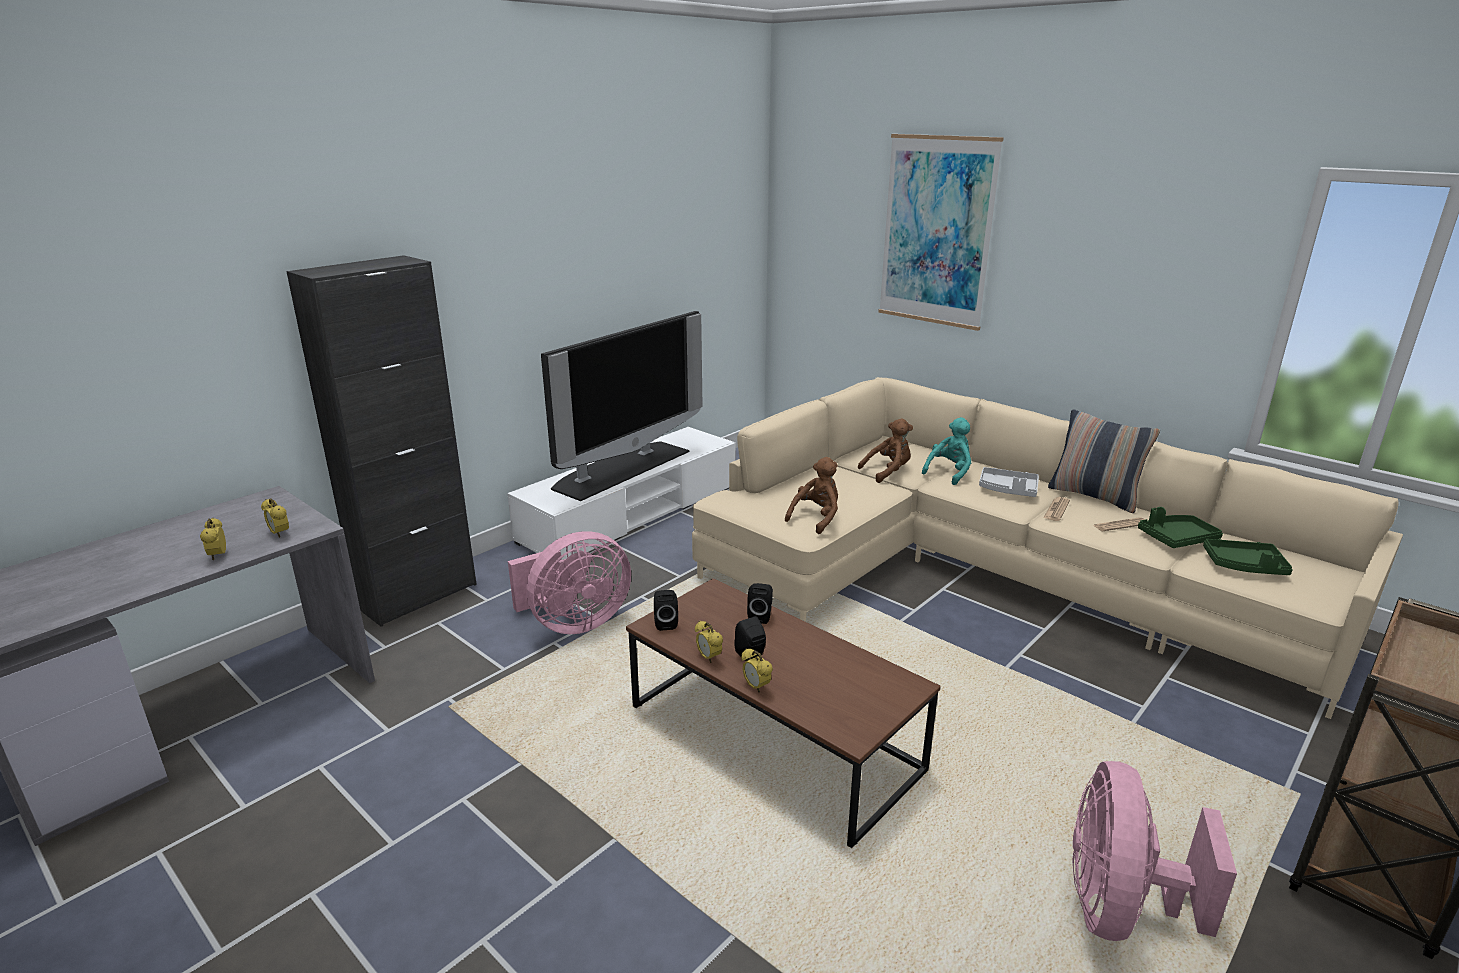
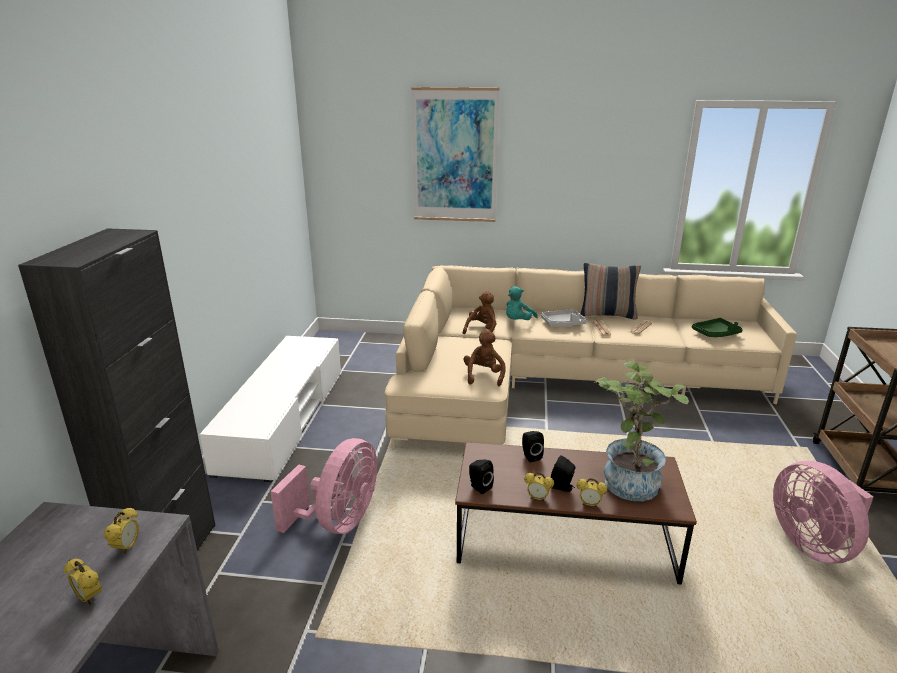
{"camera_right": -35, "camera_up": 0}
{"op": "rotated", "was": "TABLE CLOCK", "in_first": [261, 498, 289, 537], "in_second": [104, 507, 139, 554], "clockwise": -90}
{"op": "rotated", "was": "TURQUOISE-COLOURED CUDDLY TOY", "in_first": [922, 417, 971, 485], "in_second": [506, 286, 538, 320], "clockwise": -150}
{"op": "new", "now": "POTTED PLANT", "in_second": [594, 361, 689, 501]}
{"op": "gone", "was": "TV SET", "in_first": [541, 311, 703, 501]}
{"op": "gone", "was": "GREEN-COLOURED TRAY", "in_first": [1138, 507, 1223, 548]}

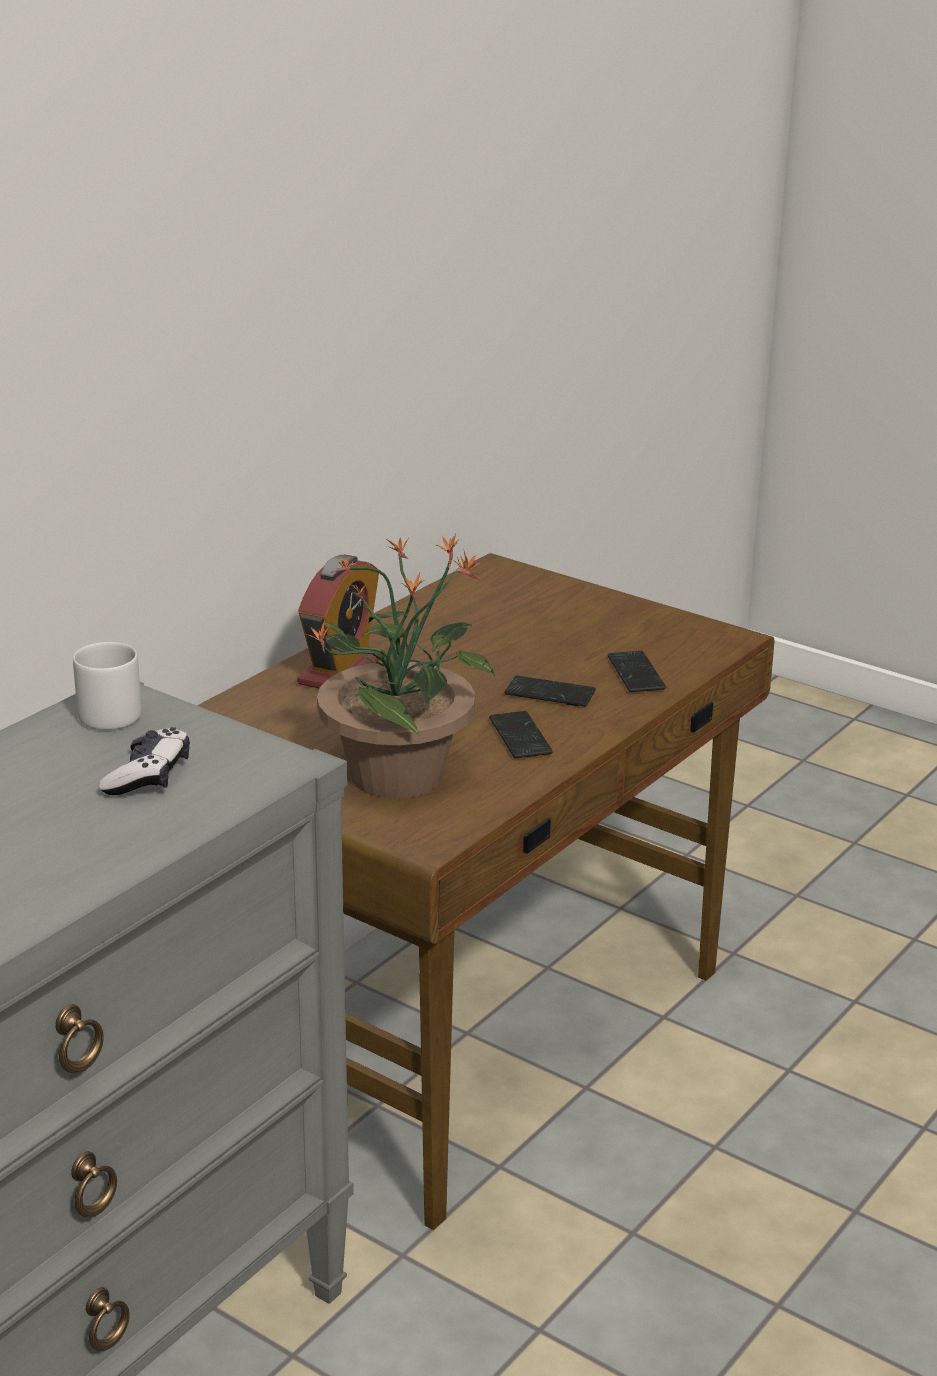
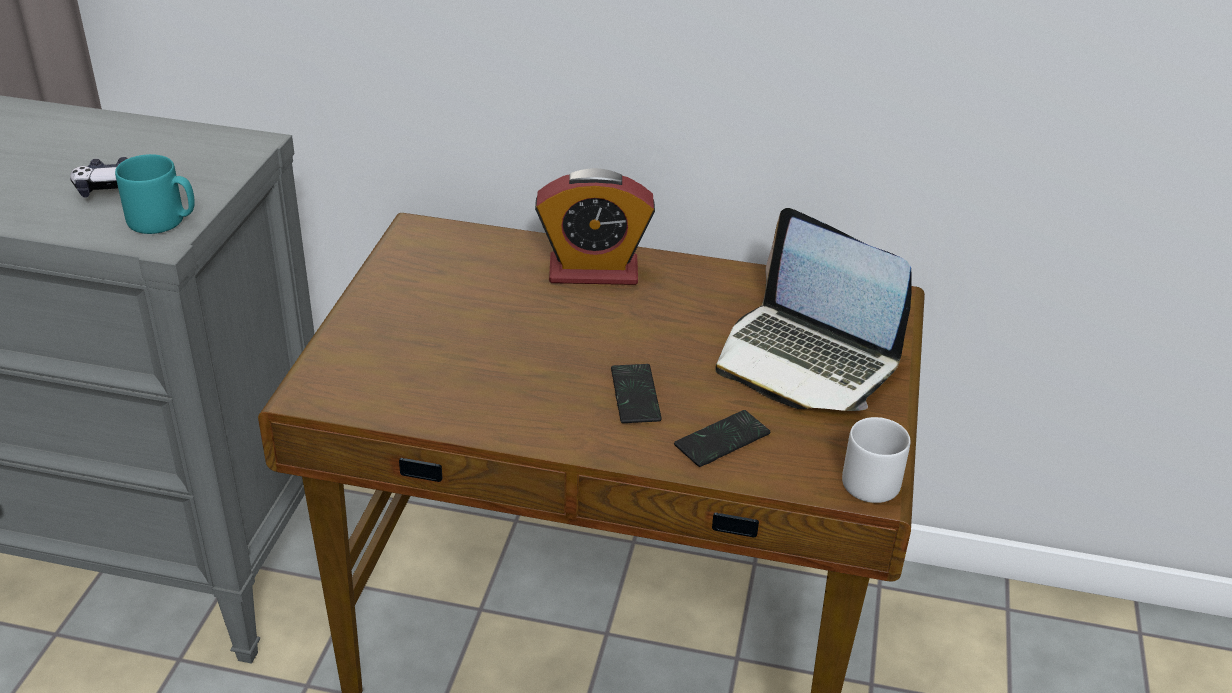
{"camera_right": 65, "camera_up": 10}
{"op": "new", "now": "TURQUOISE-COLOURED TEA MUG", "in_second": [115, 154, 195, 234]}
{"op": "new", "now": "LAPTOP", "in_second": [716, 208, 912, 411]}
{"op": "shifted", "was": "GREY TEA MUG", "in_first": [73, 642, 142, 730], "in_second": [842, 417, 910, 503]}
{"op": "gone", "was": "POTTED PLANT", "in_first": [306, 534, 496, 798]}
{"op": "gone", "was": "HANDSET", "in_first": [489, 711, 553, 758]}

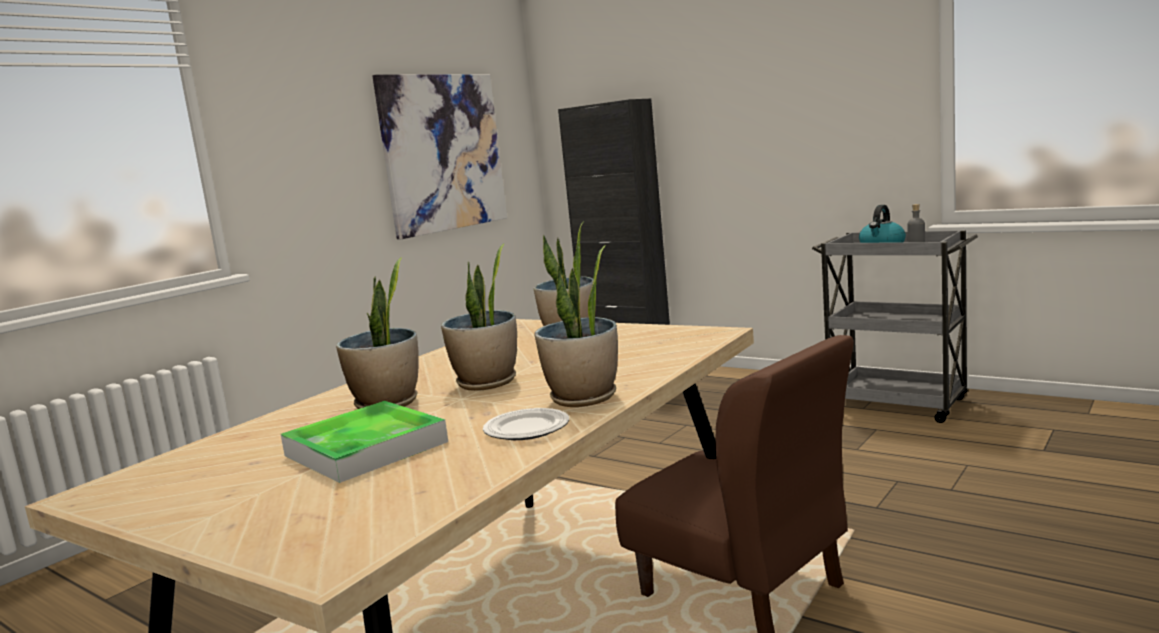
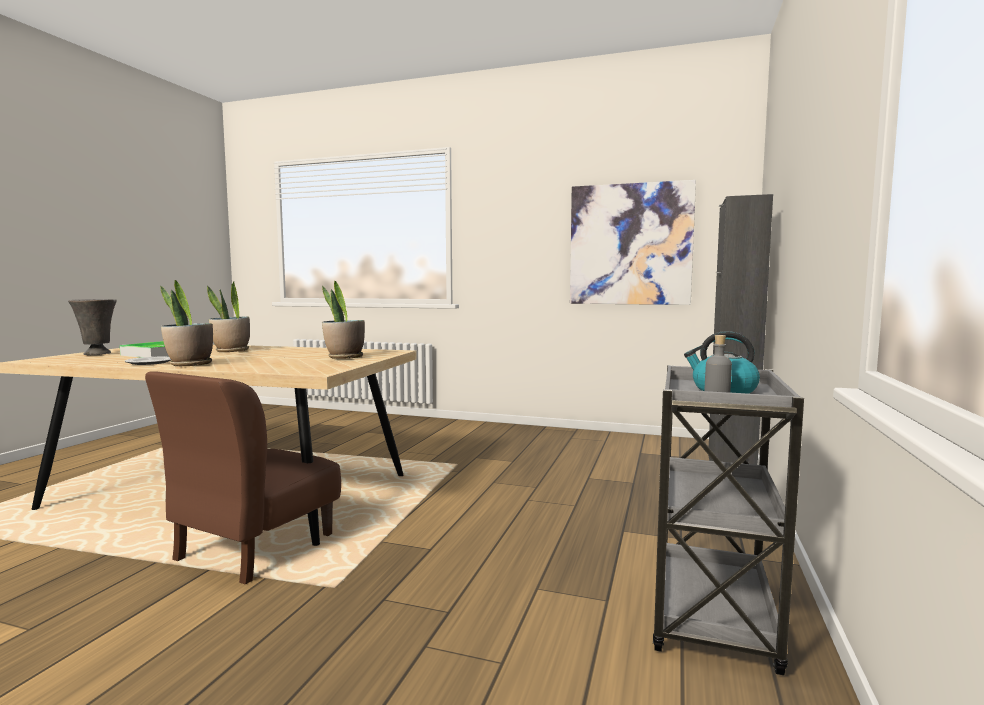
{"camera_right": 70, "camera_up": -5}
{"op": "new", "now": "GREY VASE", "in_second": [68, 299, 117, 355]}
{"op": "gone", "was": "POTTED PLANT", "in_first": [441, 243, 517, 391]}

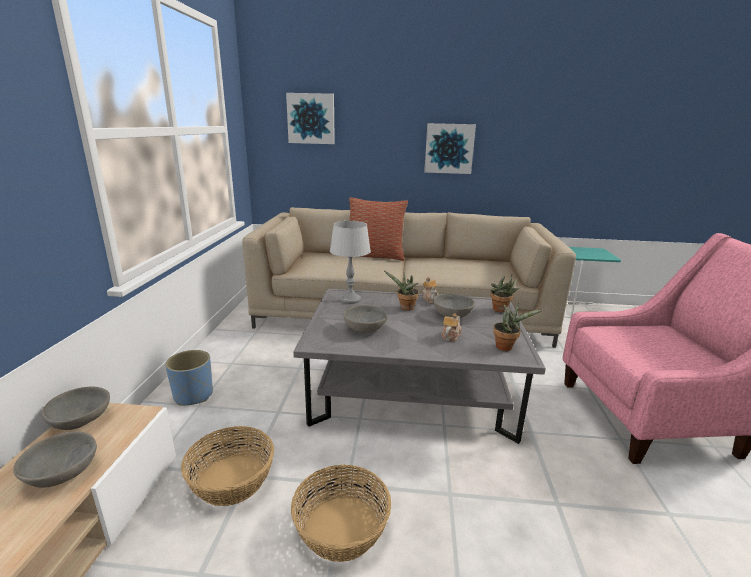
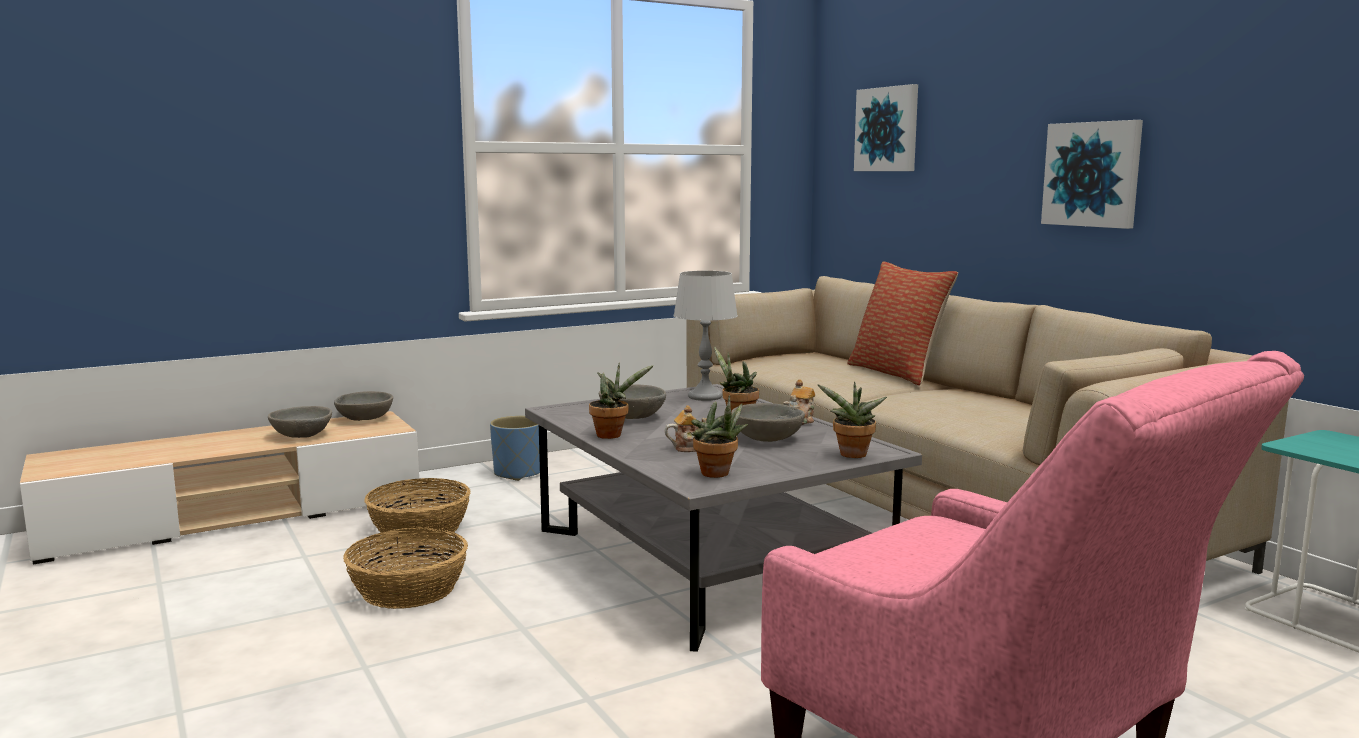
{"camera_right": 55, "camera_up": -10}
{"op": "new", "now": "POTTED PLANT", "in_second": [589, 362, 654, 439]}

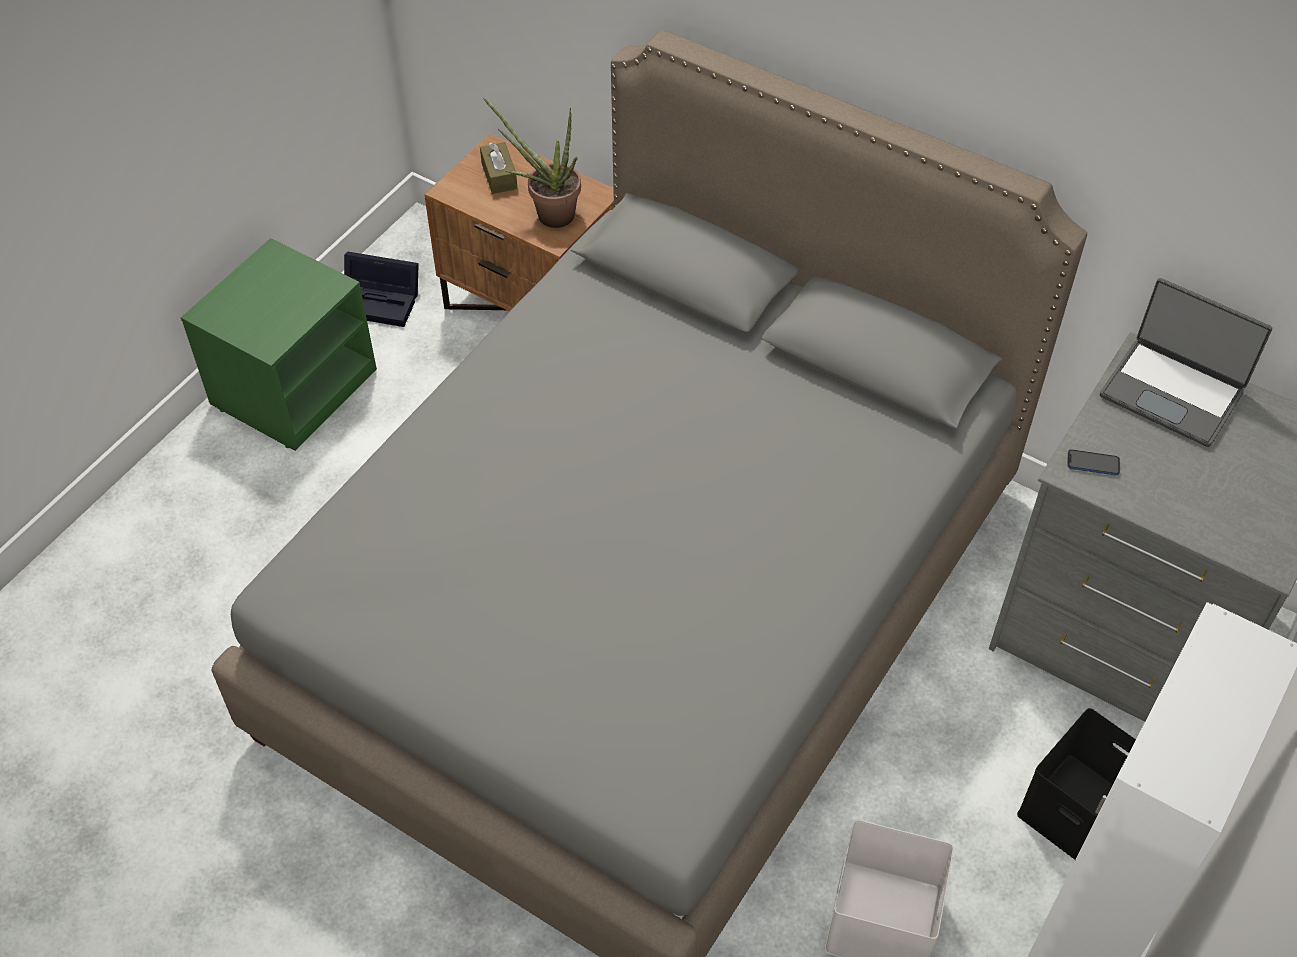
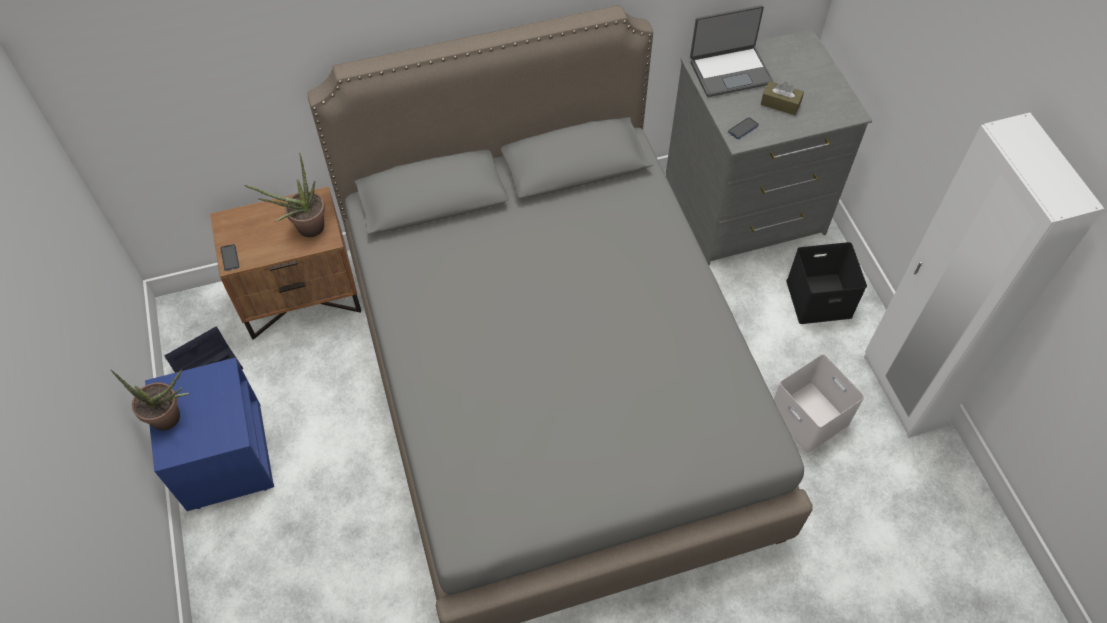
{"camera_right": -50, "camera_up": 5}
{"op": "new", "now": "POTTED PLANT", "in_second": [111, 369, 190, 431]}
{"op": "repainted", "was": "GREEN-COLOURED BEDSIDE TABLE", "now": "BLUE-COLOURED BEDSIDE TABLE", "in_first": [181, 238, 377, 451], "in_second": [145, 357, 274, 511]}
{"op": "new", "now": "HANDSET", "in_second": [220, 244, 240, 271]}
{"op": "shifted", "was": "BROWN BOX OF TISSUES", "in_first": [480, 142, 518, 194], "in_second": [761, 81, 804, 115]}

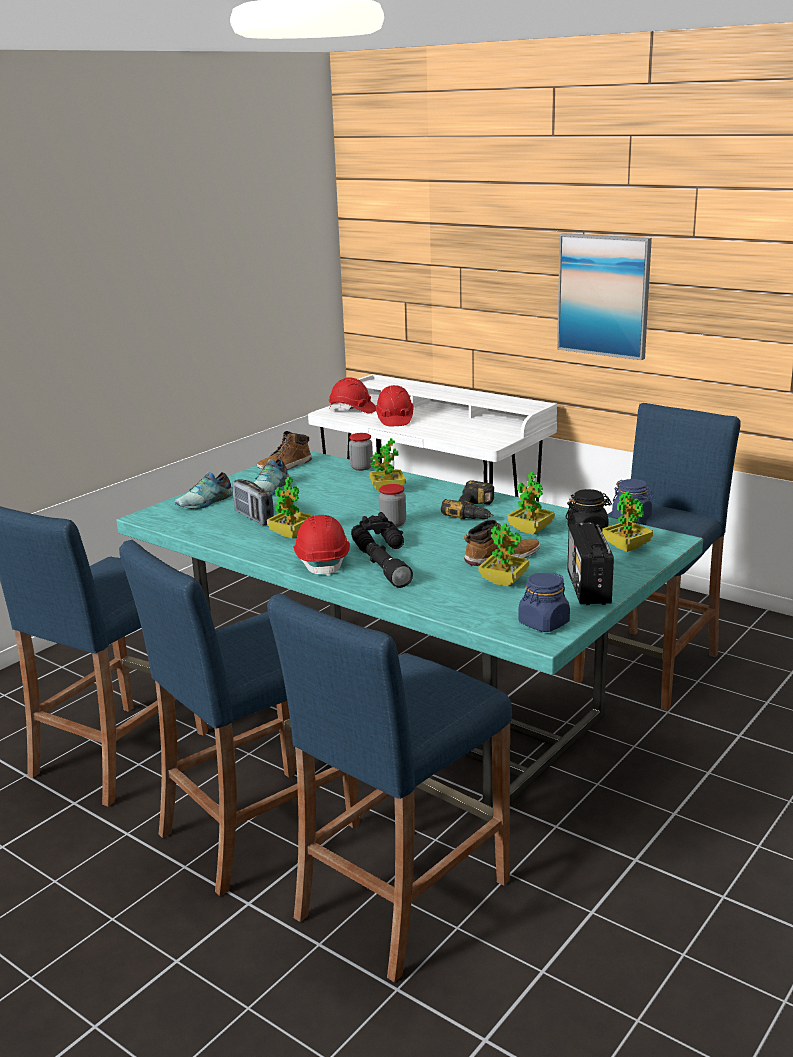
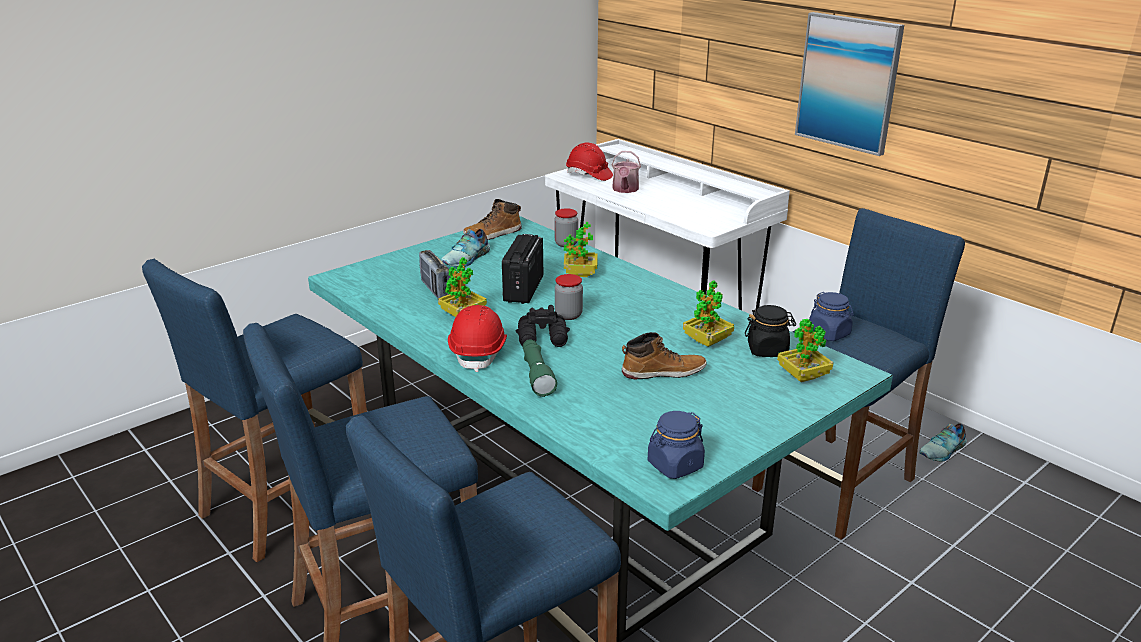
{"camera_right": 10, "camera_up": 5}
{"op": "shifted", "was": "RADIO RECEIVER", "in_first": [568, 523, 614, 605], "in_second": [502, 234, 543, 304]}
{"op": "repainted", "was": "BLACK TORCH", "now": "GREEN-COLOURED TORCH", "in_first": [366, 542, 413, 588], "in_second": [523, 339, 557, 397]}
{"op": "swapped", "was": "RED WORK HELMET", "now": "WATERING CAN", "in_first": [375, 385, 414, 426], "in_second": [611, 151, 641, 193]}
{"op": "shifted", "was": "ITEM OF FOOTWEAR", "in_first": [175, 472, 233, 509], "in_second": [919, 423, 967, 462]}
{"op": "gone", "was": "ELECTRIC DRILL", "in_first": [441, 480, 494, 519]}
{"op": "gone", "was": "POTTED PLANT", "in_first": [478, 523, 529, 587]}

